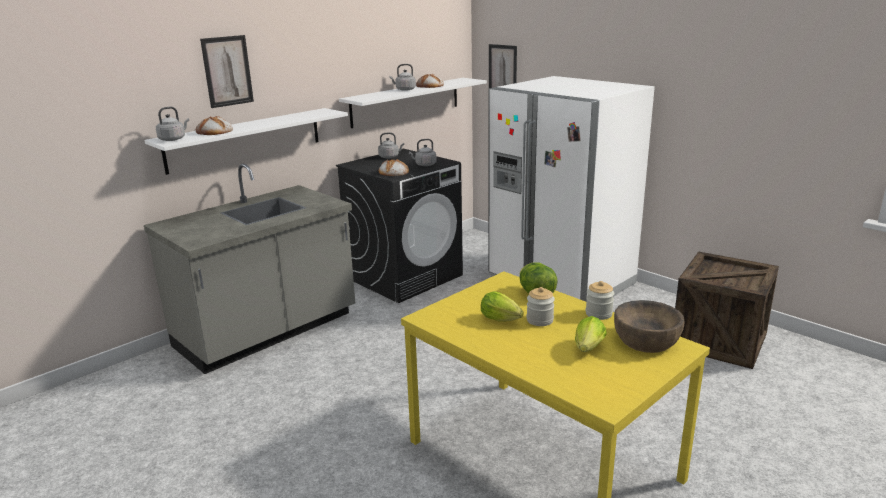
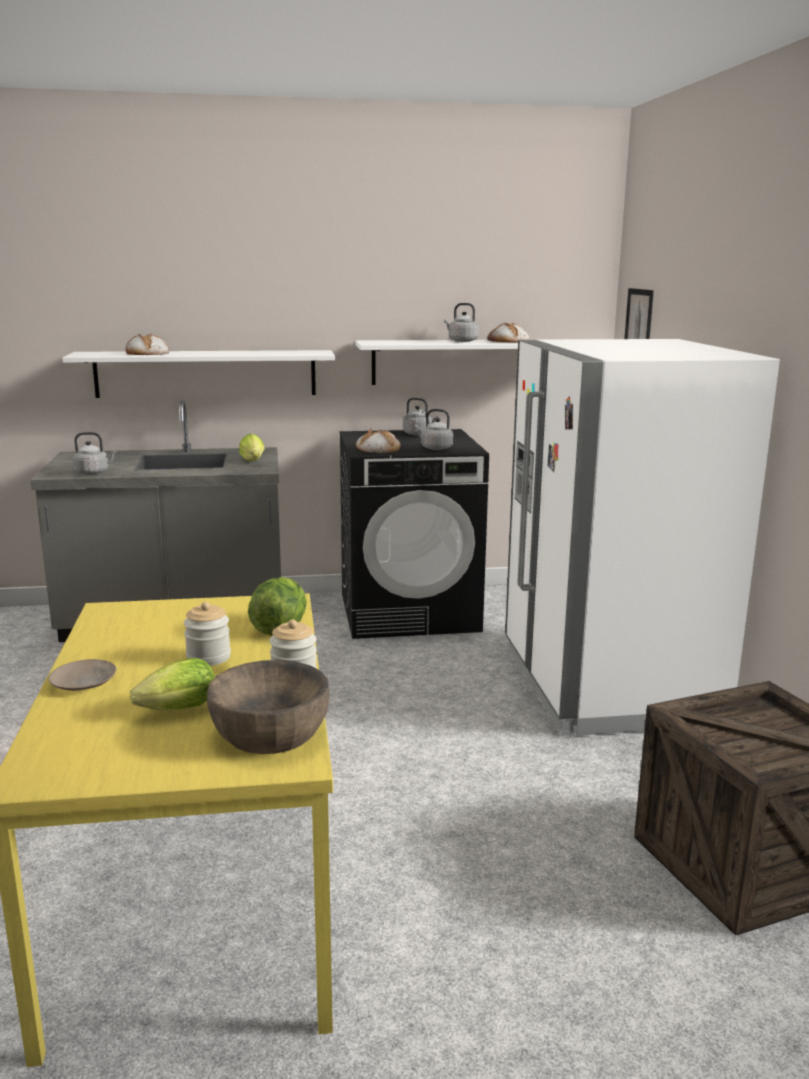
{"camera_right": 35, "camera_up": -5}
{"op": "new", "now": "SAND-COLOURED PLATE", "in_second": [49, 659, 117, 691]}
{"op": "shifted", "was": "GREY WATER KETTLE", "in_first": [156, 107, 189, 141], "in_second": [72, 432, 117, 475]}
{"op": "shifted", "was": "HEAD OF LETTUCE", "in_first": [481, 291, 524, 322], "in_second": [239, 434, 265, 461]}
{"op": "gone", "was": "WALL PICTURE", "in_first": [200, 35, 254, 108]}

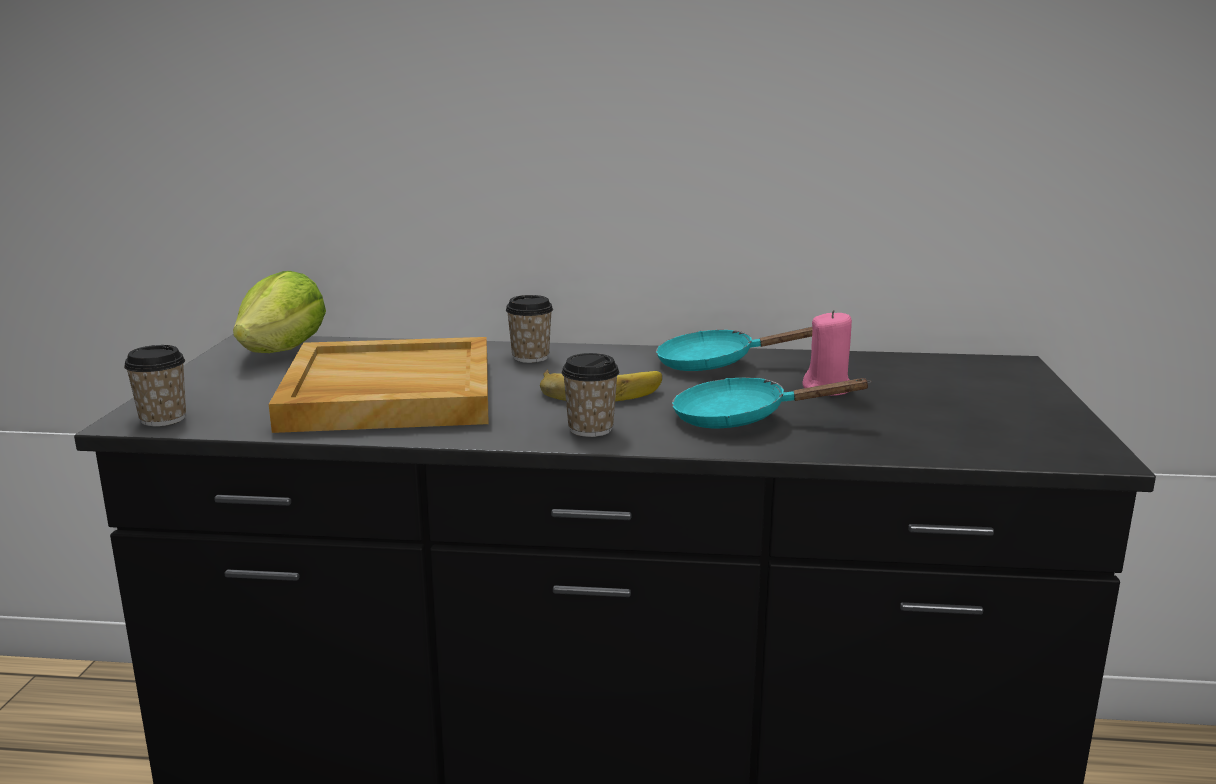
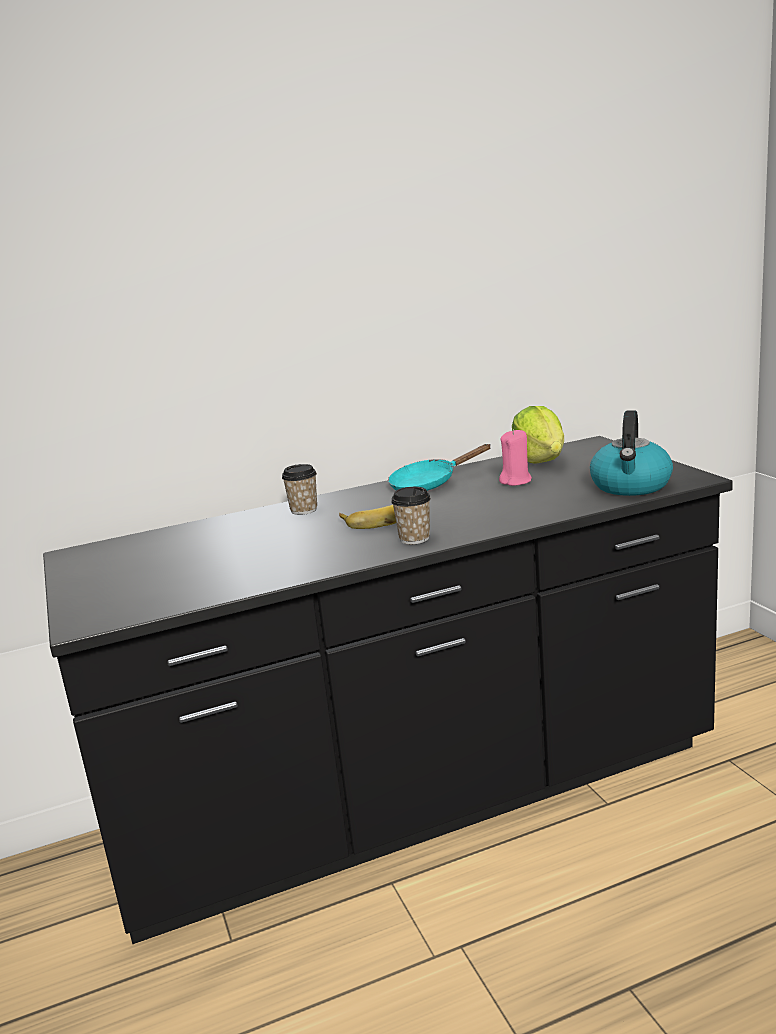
{"camera_right": -25, "camera_up": 0}
{"op": "shifted", "was": "HEAD OF LETTUCE", "in_first": [233, 271, 326, 353], "in_second": [512, 406, 564, 464]}
{"op": "new", "now": "WATER KETTLE", "in_second": [590, 410, 673, 496]}
{"op": "gone", "was": "DRINKING CUP", "in_first": [124, 345, 186, 426]}
{"op": "gone", "was": "SAND-COLOURED TRAY", "in_first": [269, 337, 488, 433]}
{"op": "gone", "was": "TURQUOISE-COLOURED PAN", "in_first": [672, 377, 871, 428]}

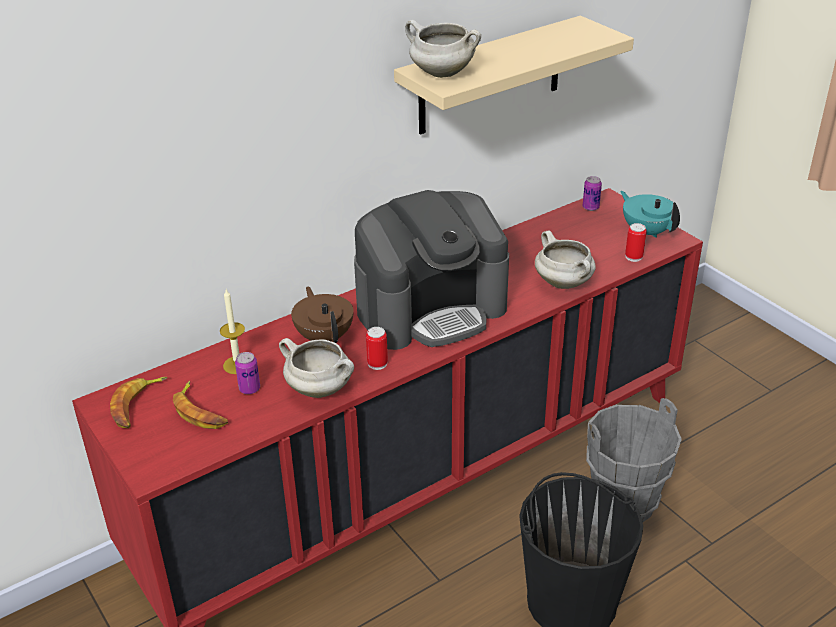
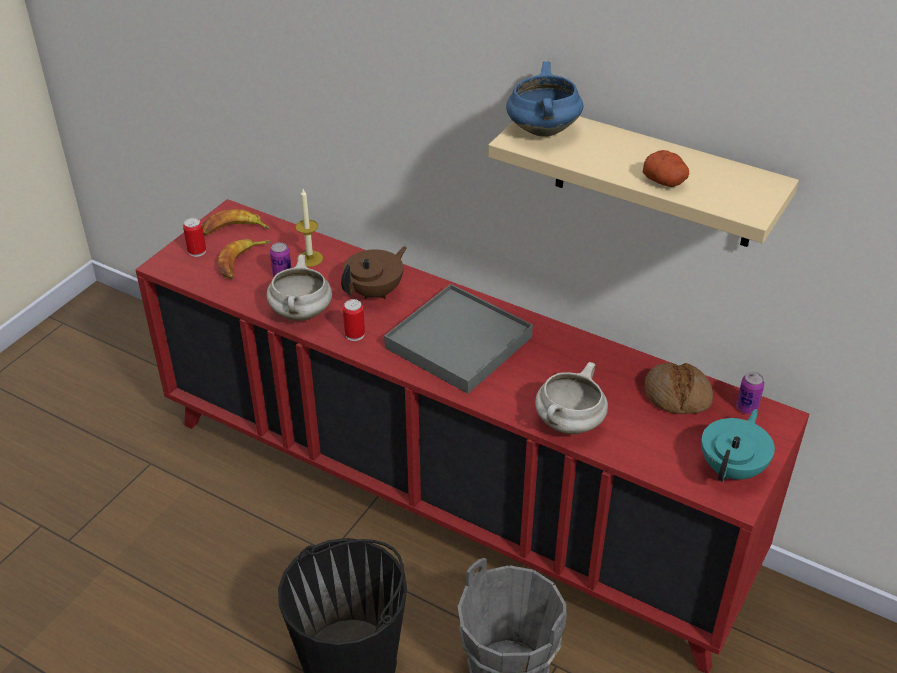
{"camera_right": 65, "camera_up": 5}
{"op": "shifted", "was": "METAL CAN", "in_first": [625, 223, 647, 262], "in_second": [183, 218, 206, 257]}
{"op": "swapped", "was": "COFFEE BREWER", "now": "GREY TRAY", "in_first": [354, 190, 509, 350], "in_second": [384, 284, 533, 394]}
{"op": "repainted", "was": "WHITE-COLOURED STOCKPOT", "now": "BLUE-COLOURED STOCKPOT", "in_first": [405, 20, 481, 78], "in_second": [506, 62, 583, 137]}
{"op": "new", "now": "POTATO", "in_second": [643, 150, 689, 187]}
{"op": "new", "now": "BAKERY BREAD", "in_second": [644, 363, 713, 414]}

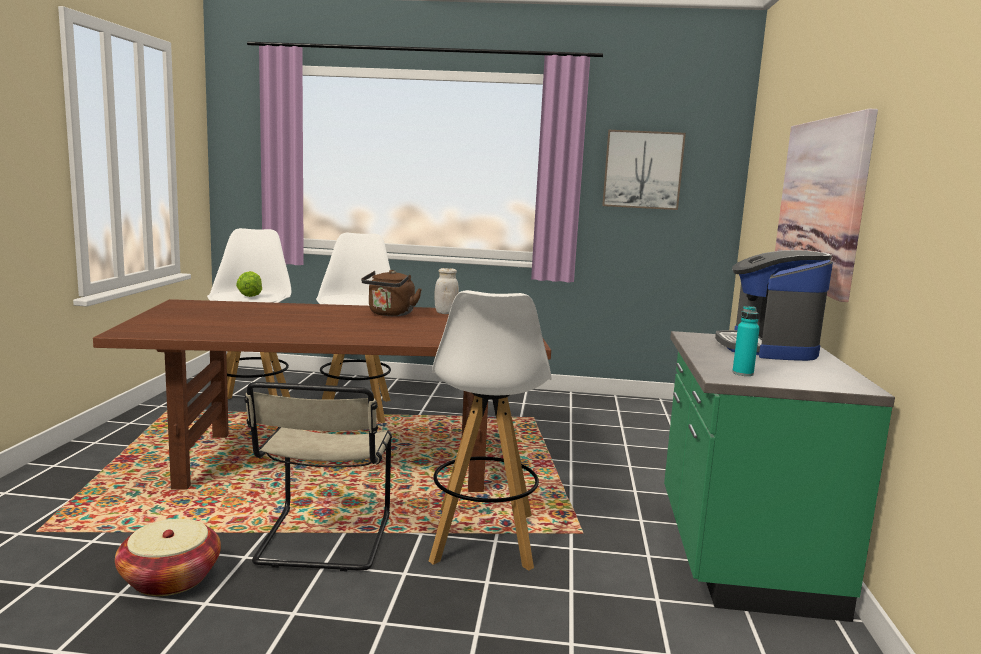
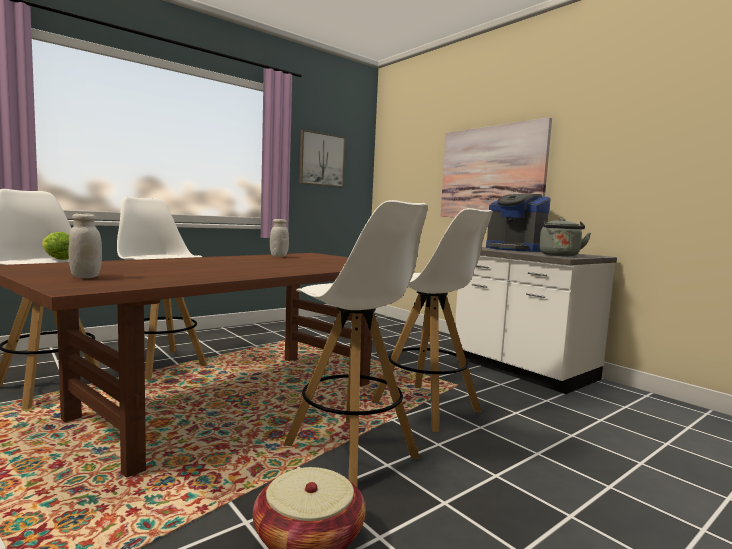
{"camera_right": -45, "camera_up": -5}
{"op": "new", "now": "WHITE-COLOURED JAR", "in_second": [68, 213, 102, 278]}
{"op": "swapped", "was": "SAND-COLOURED CHAIR", "now": "WHITE-COLOURED STOOL", "in_first": [244, 382, 392, 571], "in_second": [284, 200, 428, 487]}
{"op": "repainted", "was": "GREEN-COLOURED KITCHEN BASE UNIT", "now": "WHITE-COLOURED KITCHEN BASE UNIT", "in_first": [664, 331, 895, 622], "in_second": [455, 247, 617, 394]}
{"op": "swapped", "was": "TURQUOISE-COLOURED BEVERAGE BOTTLE", "now": "GREY WATER KETTLE", "in_first": [732, 306, 760, 376], "in_second": [539, 218, 591, 256]}
{"op": "gone", "was": "BROWN WATER KETTLE", "in_first": [361, 270, 422, 316]}

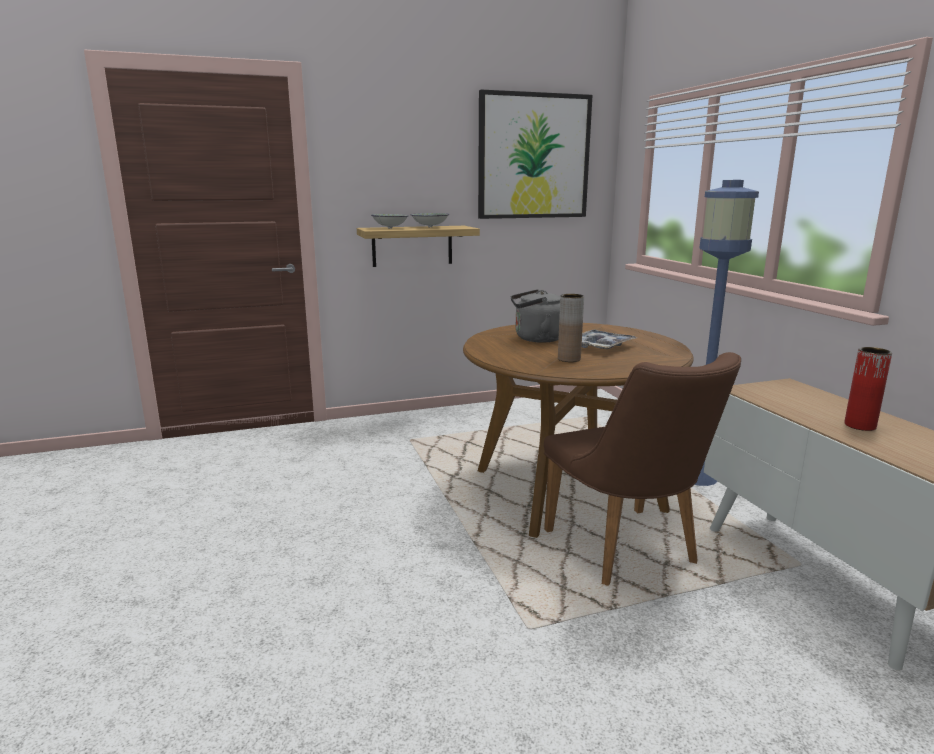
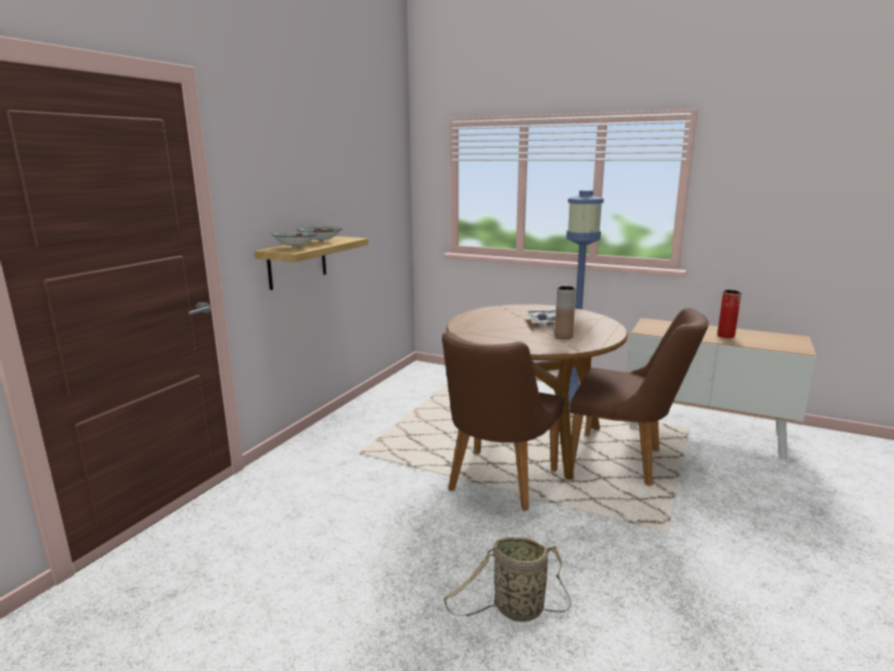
{"camera_right": -45, "camera_up": 0}
{"op": "new", "now": "BROWN CHAIR", "in_second": [442, 332, 565, 511]}
{"op": "new", "now": "BASKET", "in_second": [443, 537, 571, 622]}
{"op": "gone", "was": "WALL PICTURE", "in_first": [478, 90, 592, 219]}
{"op": "gone", "was": "GREY WATER KETTLE", "in_first": [511, 289, 560, 343]}

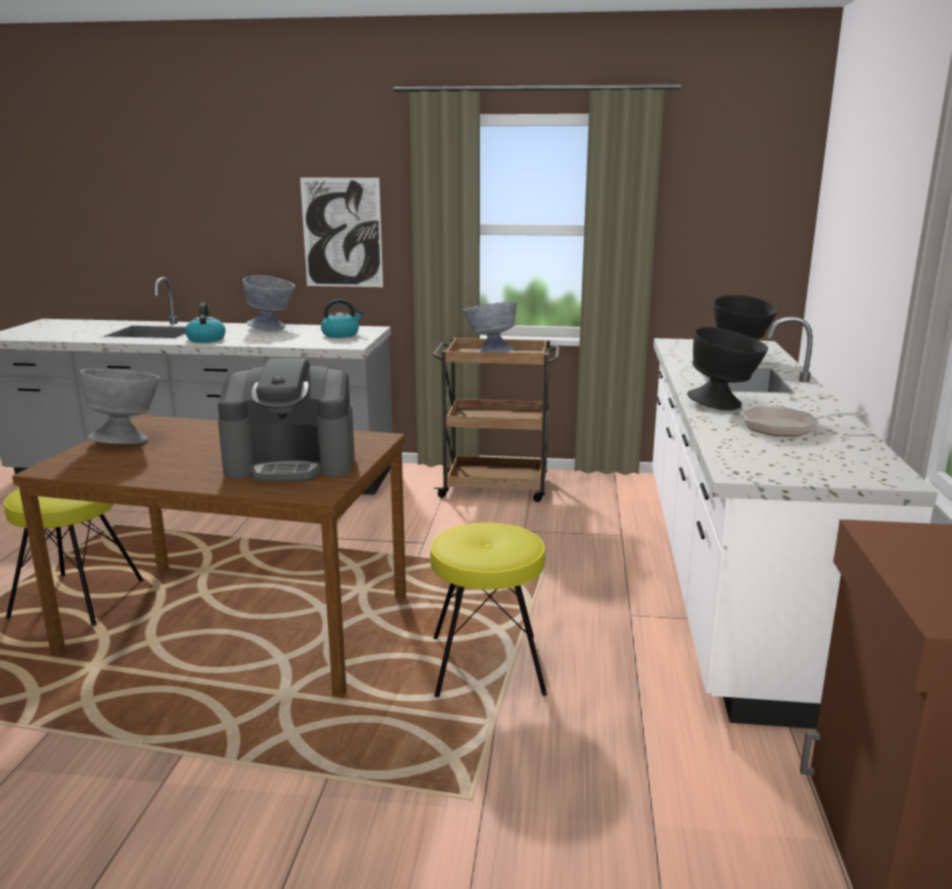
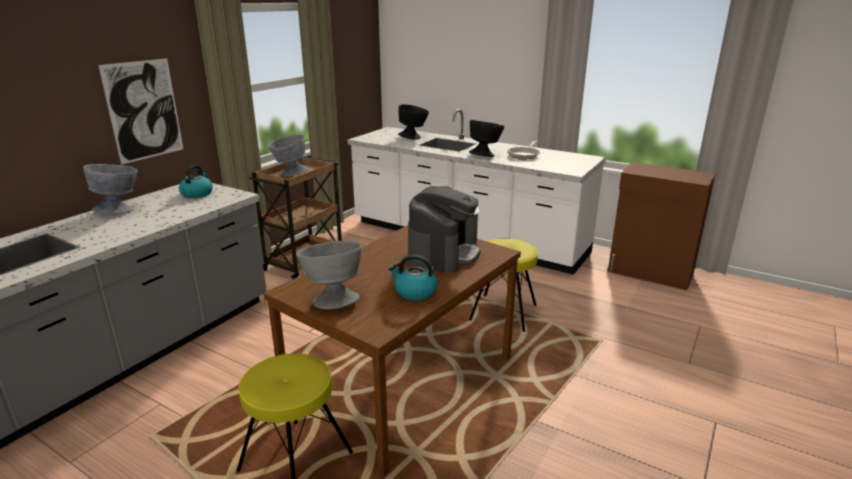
{"camera_right": -65, "camera_up": 5}
{"op": "shifted", "was": "WATER KETTLE", "in_first": [185, 303, 226, 343], "in_second": [389, 254, 438, 300]}

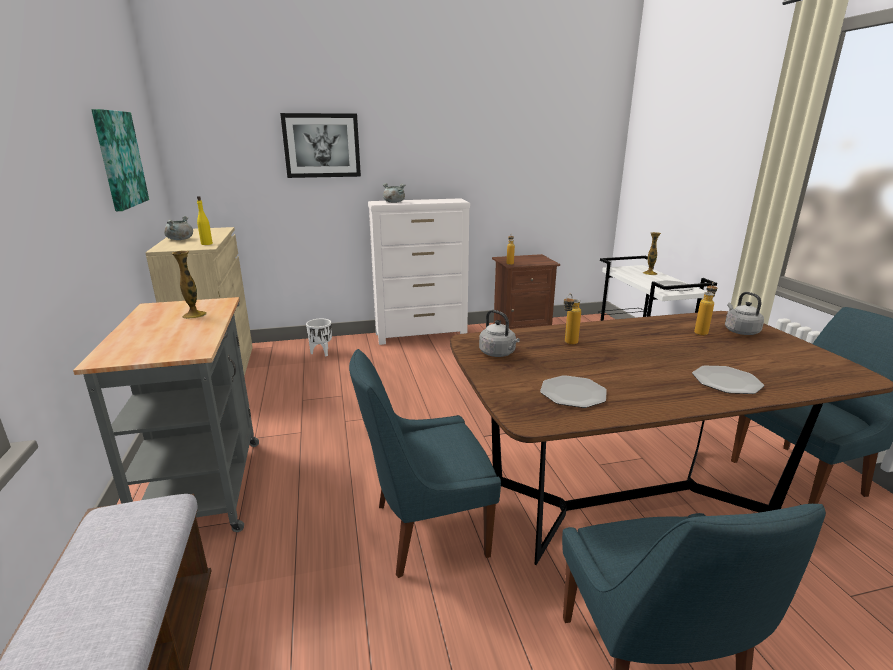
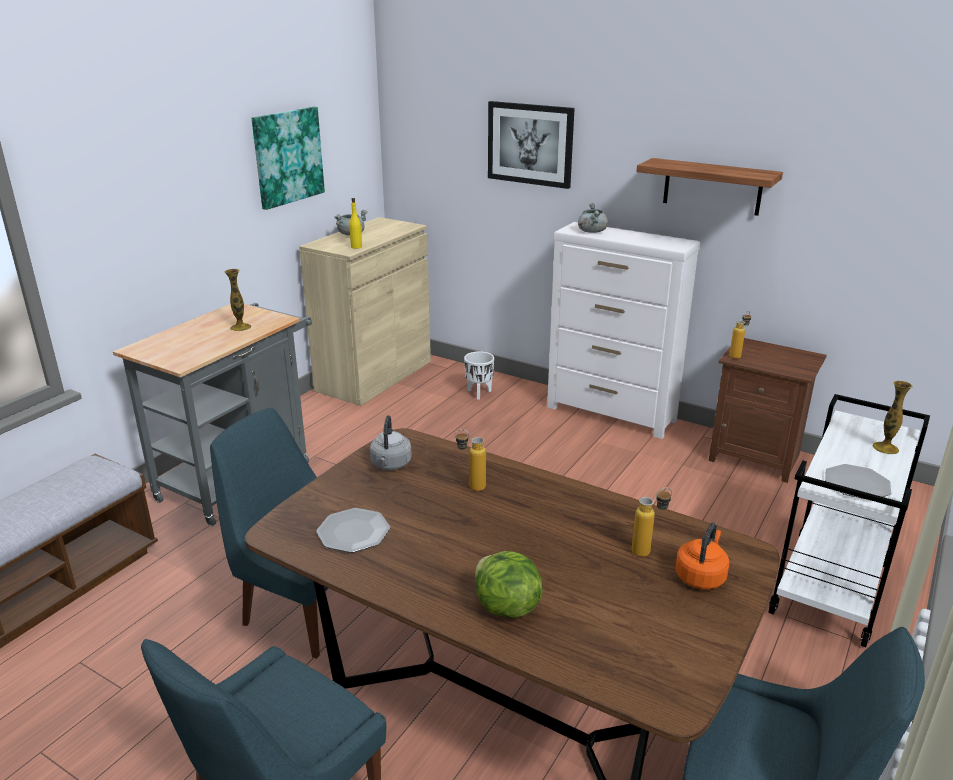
{"camera_right": 45, "camera_up": 5}
{"op": "swapped", "was": "PLATE", "now": "HEAD OF LETTUCE", "in_first": [692, 366, 764, 394], "in_second": [475, 551, 543, 618]}
{"op": "new", "now": "SHELF", "in_second": [636, 158, 783, 216]}
{"op": "repainted", "was": "GREY WATER KETTLE", "now": "ORANGE WATER KETTLE", "in_first": [725, 292, 764, 335], "in_second": [675, 522, 730, 589]}

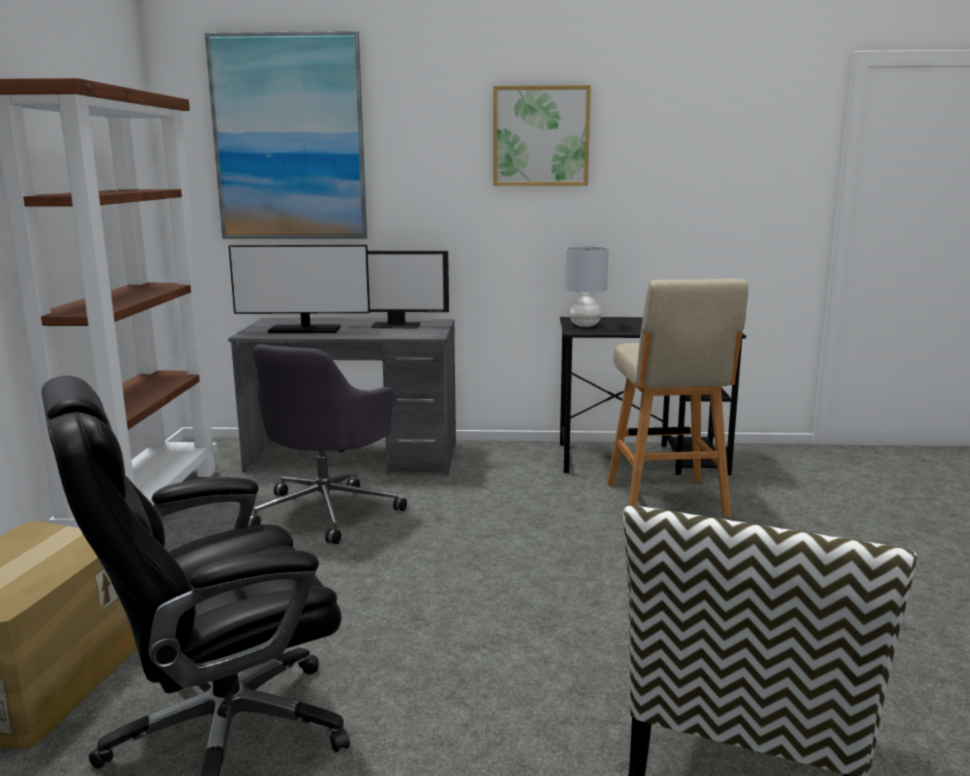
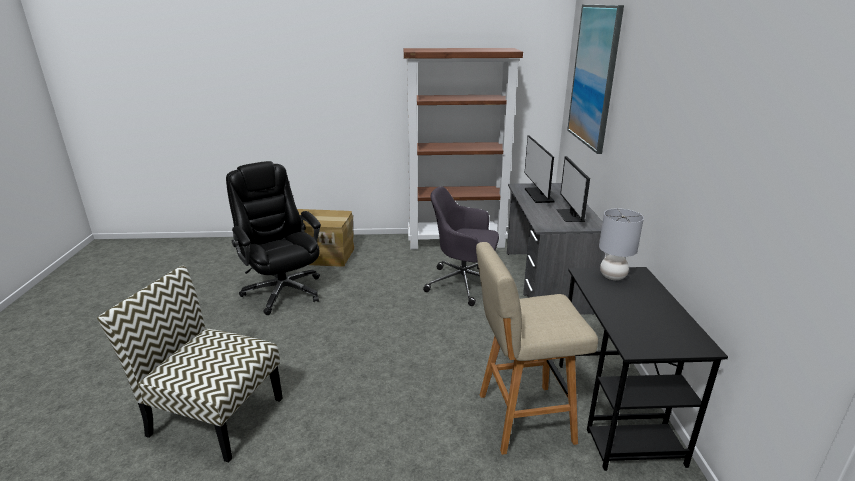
{"camera_right": 85, "camera_up": 10}
{"op": "gone", "was": "WALL PICTURE", "in_first": [493, 85, 591, 186]}

